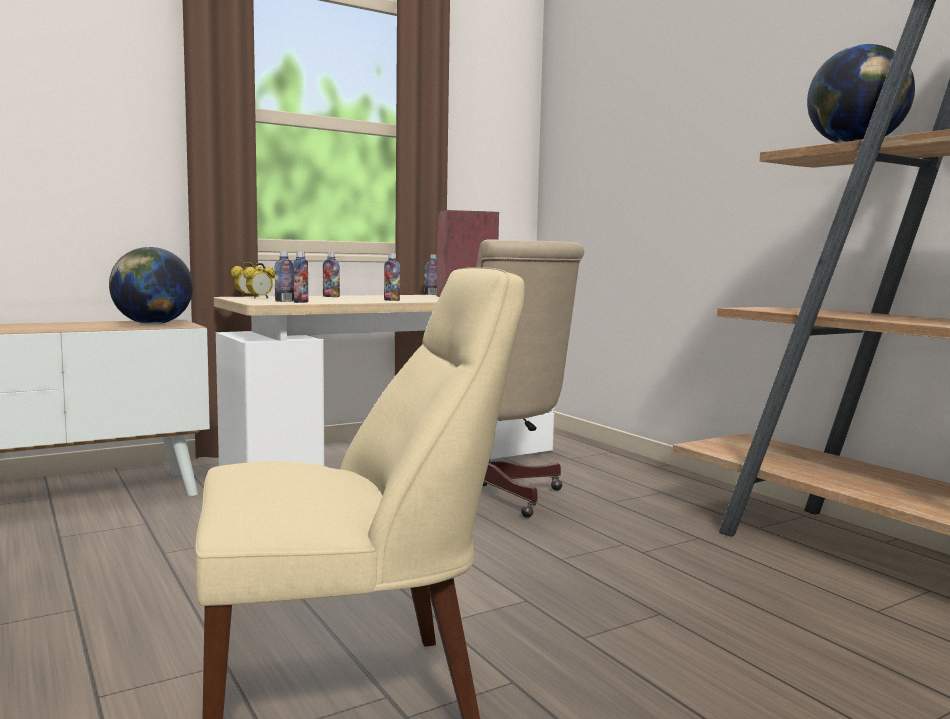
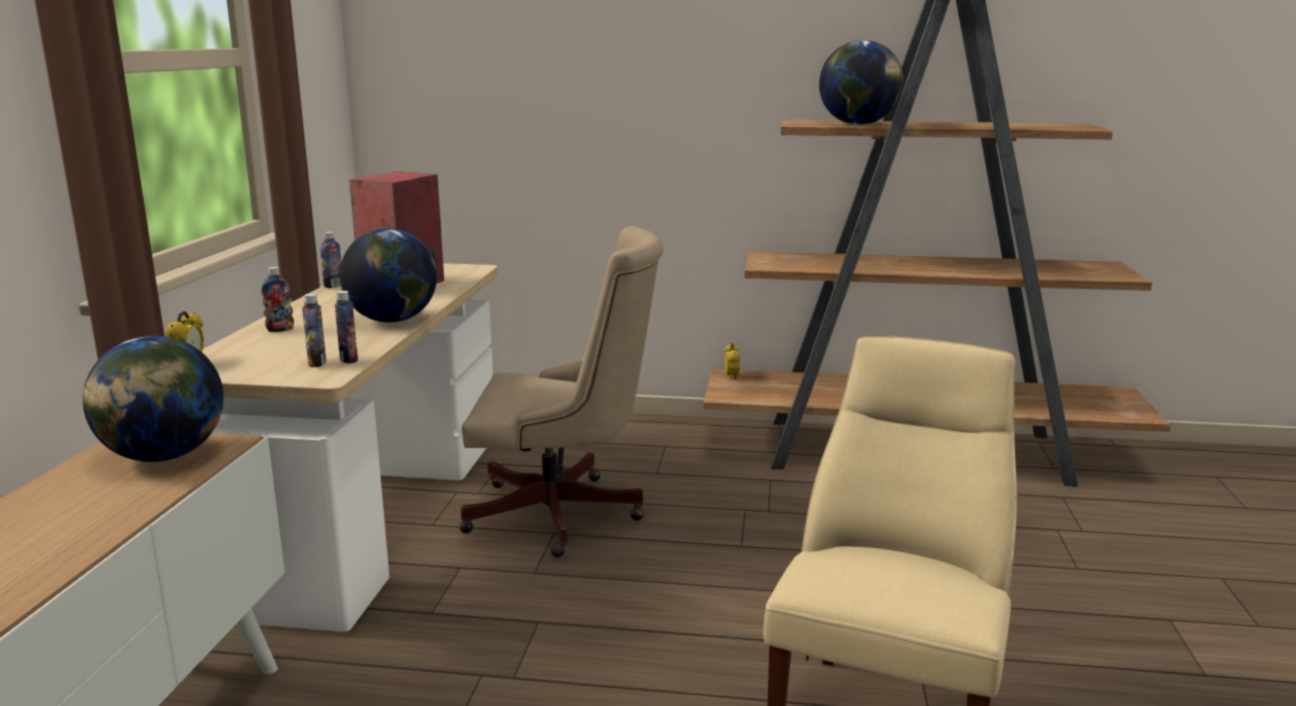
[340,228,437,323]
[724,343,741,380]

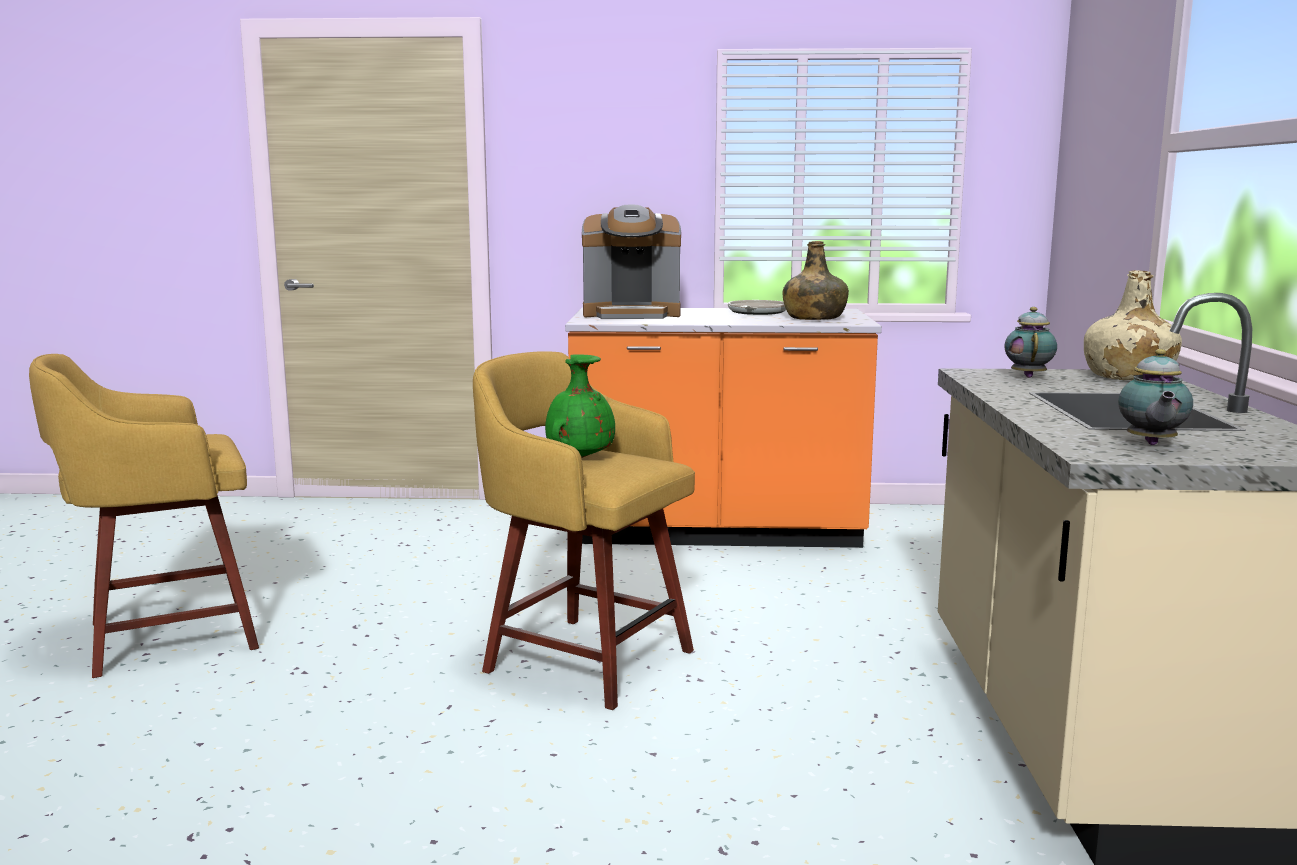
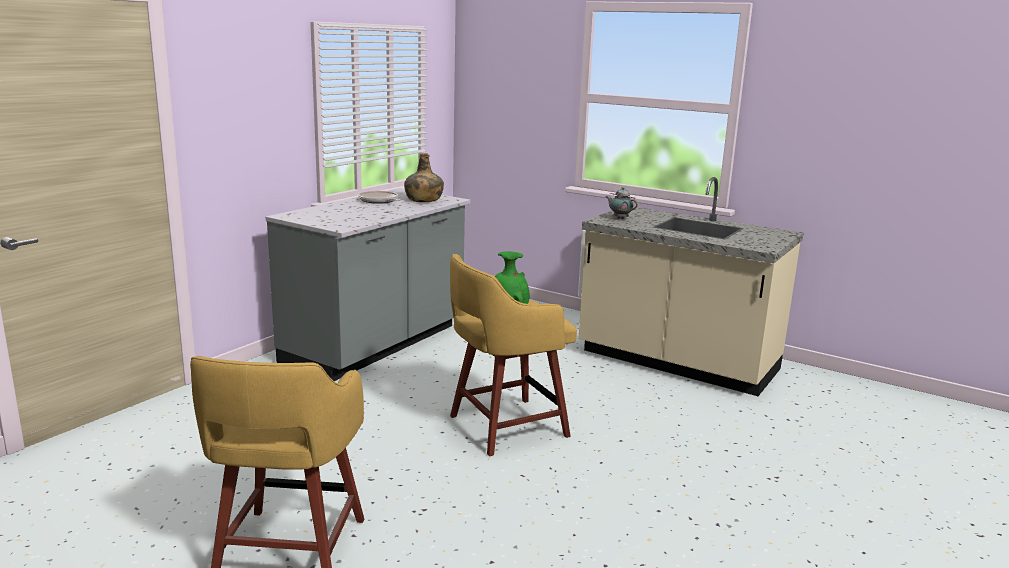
[582,205,681,319] (first image)
[1084,270,1182,380] (first image)
[266,188,471,381]
[1118,349,1193,445] (first image)

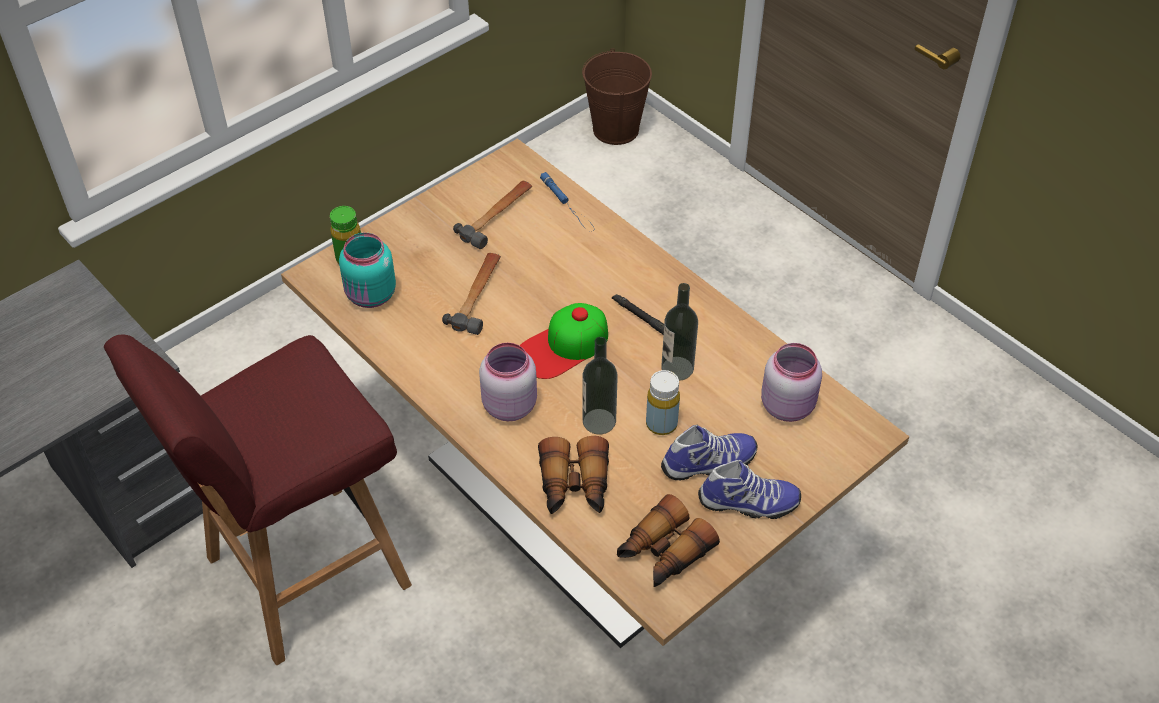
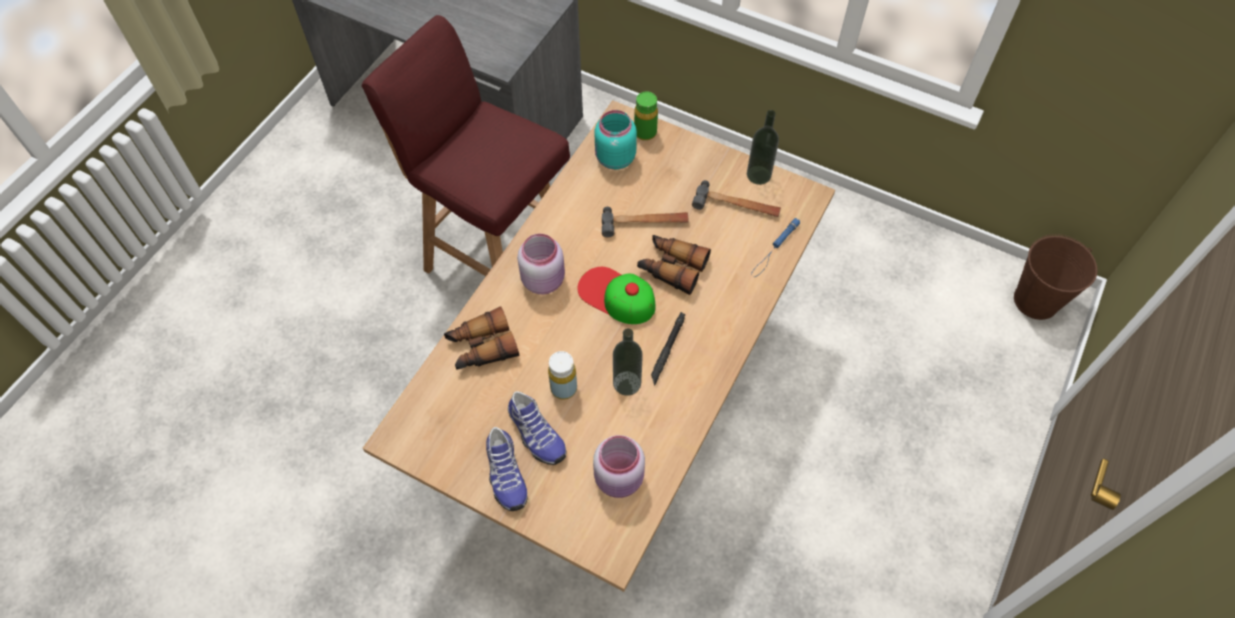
[747,110,779,185]
[637,235,711,295]

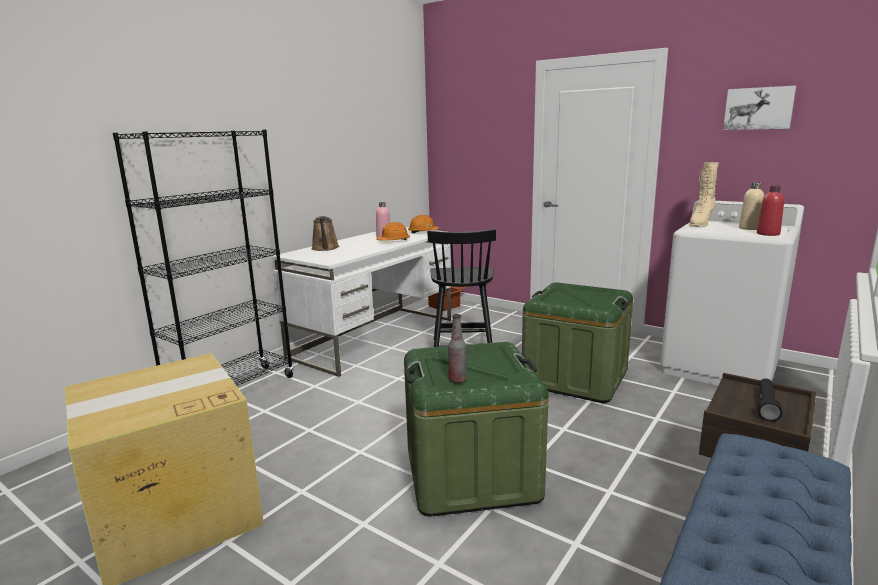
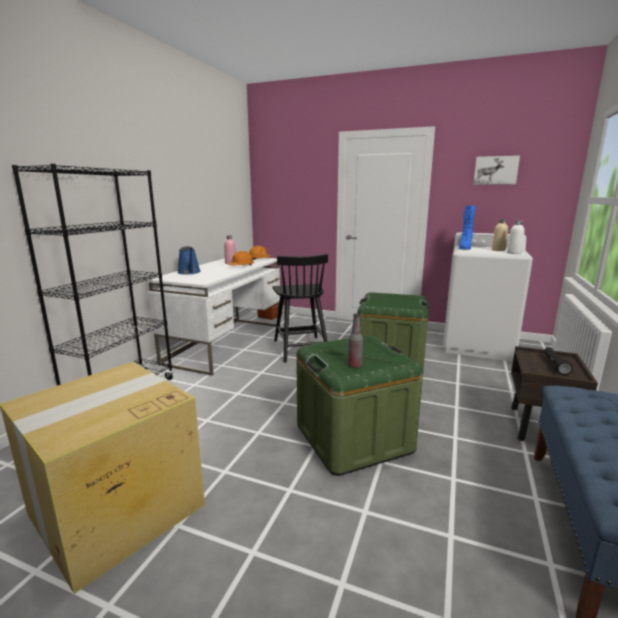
[459,205,476,250]
[507,220,525,254]
[177,246,200,275]

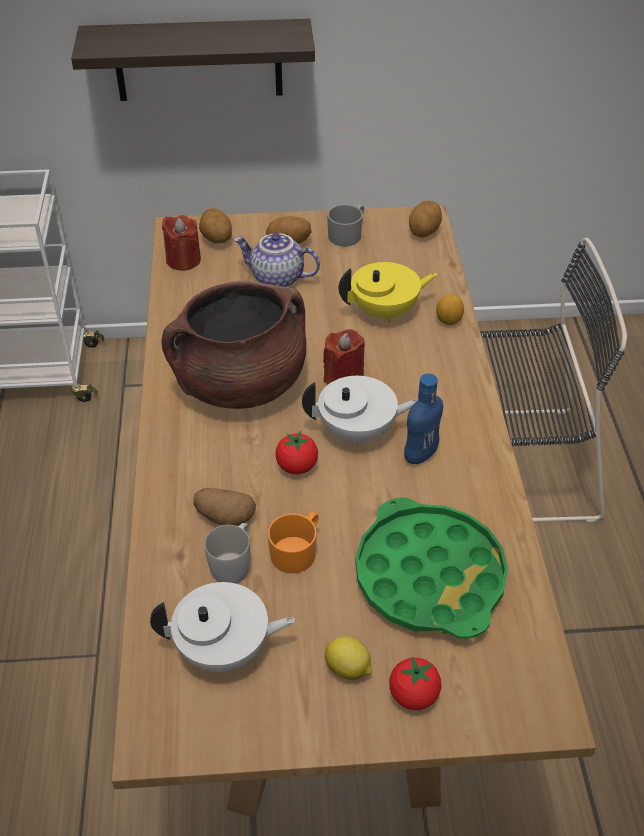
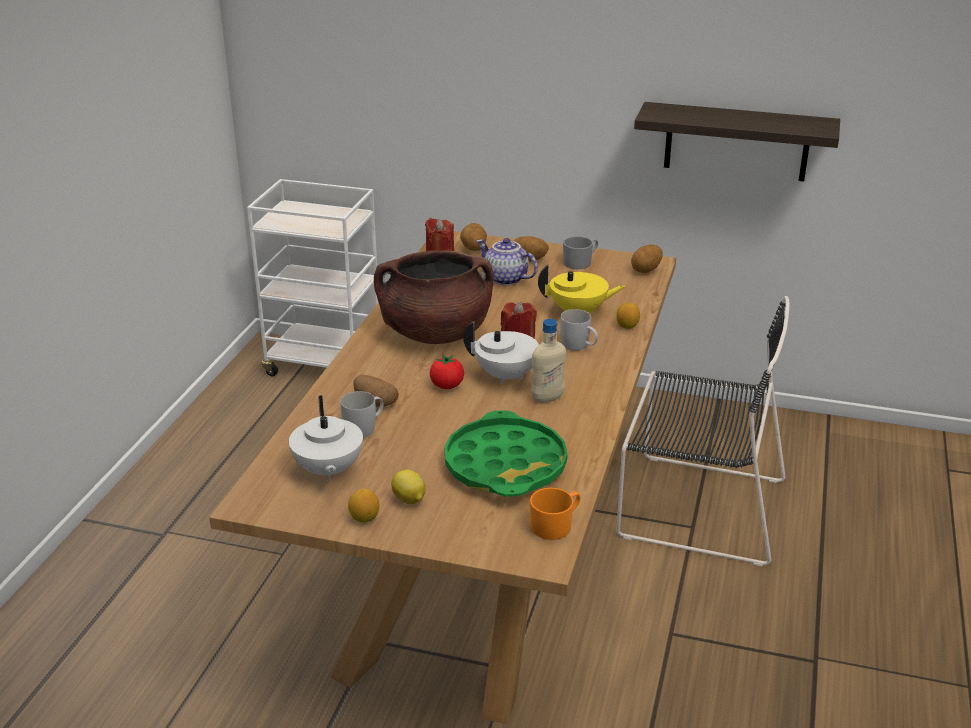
[634,102,840,182]
[531,319,566,403]
[530,488,581,540]
[289,395,363,481]
[389,657,441,710] (first image)
[560,309,598,351]
[348,489,379,523]

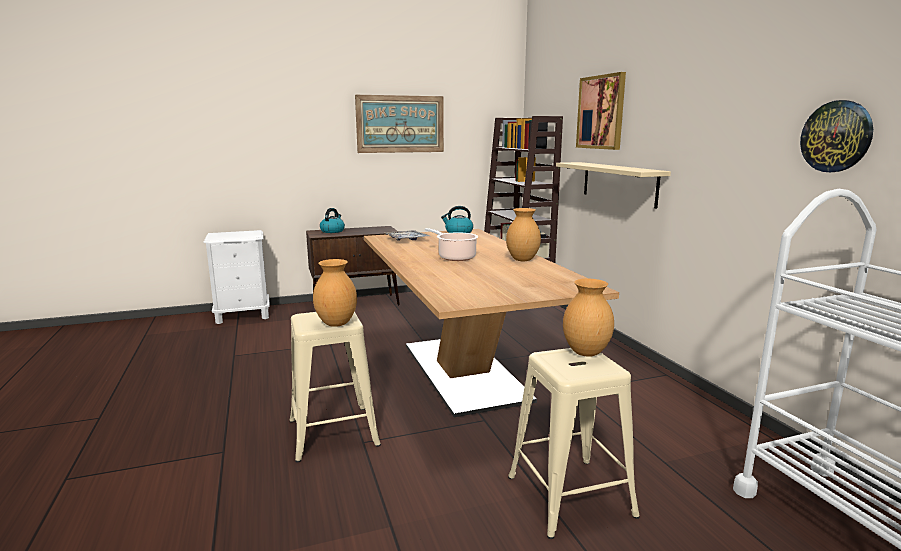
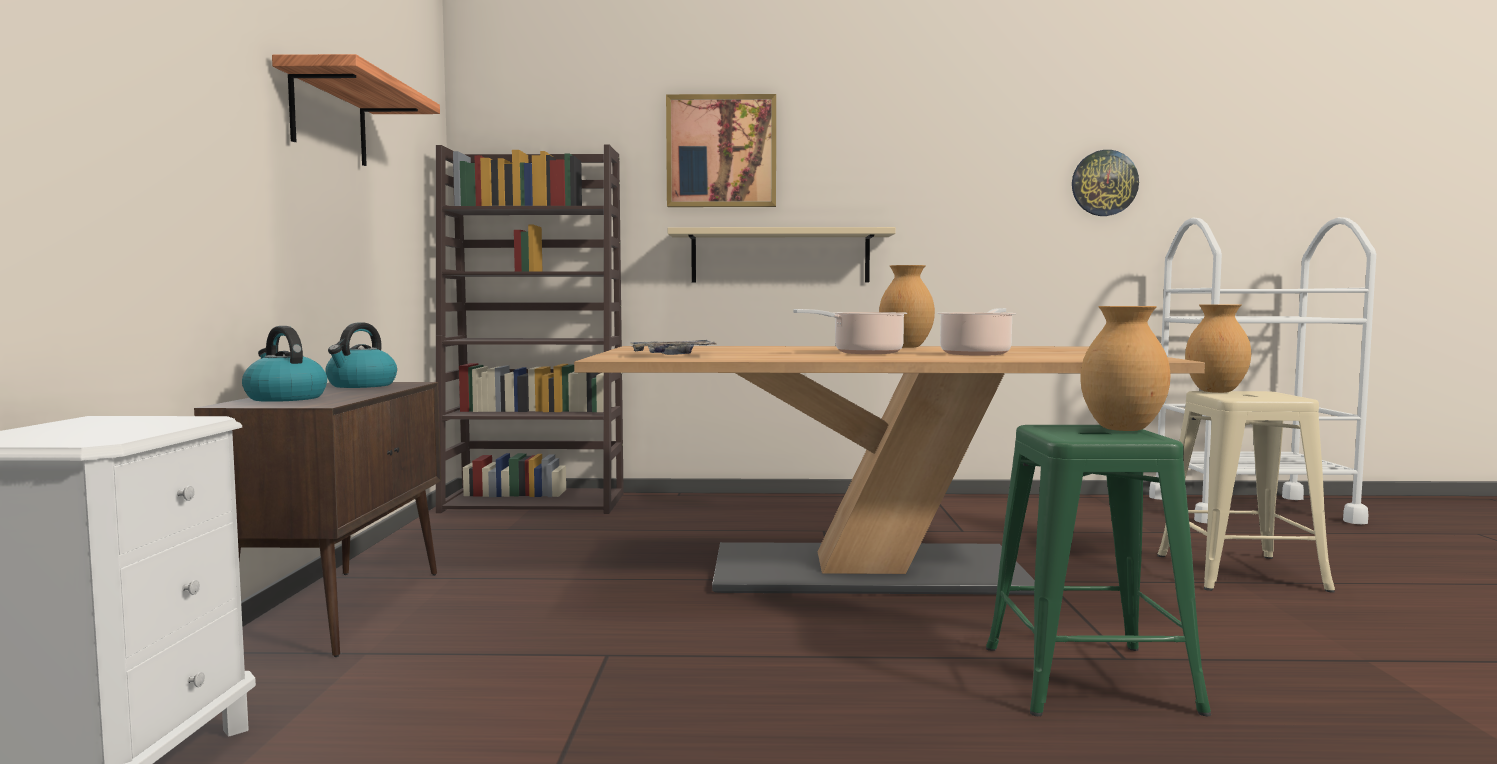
[272,54,440,166]
[325,322,397,388]
[986,425,1211,716]
[937,308,1016,356]

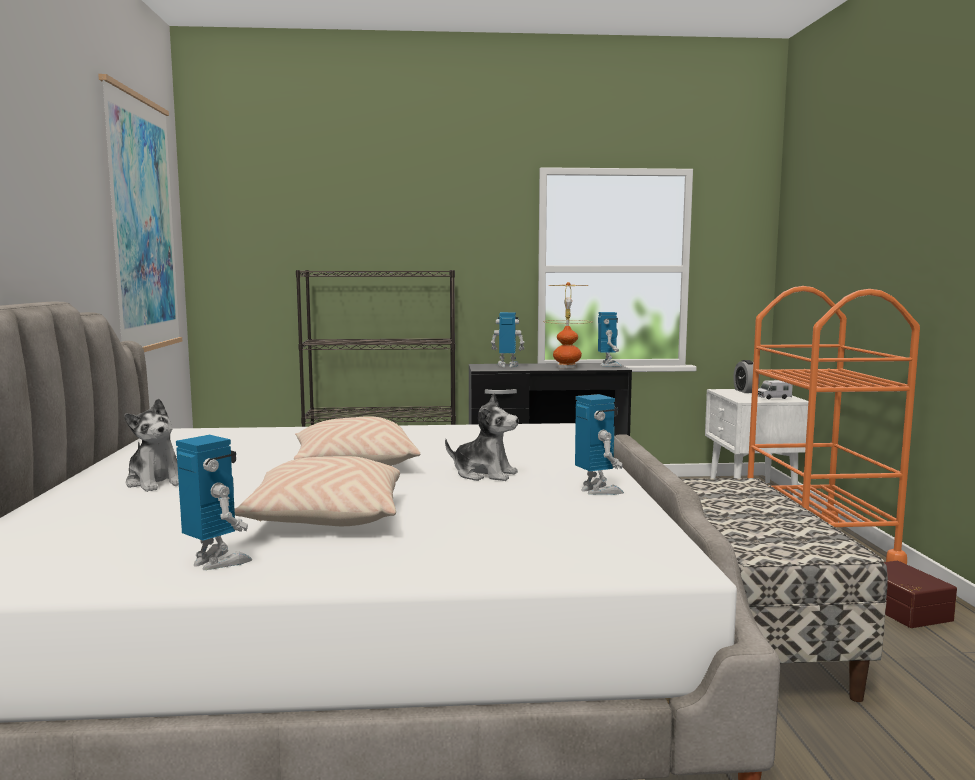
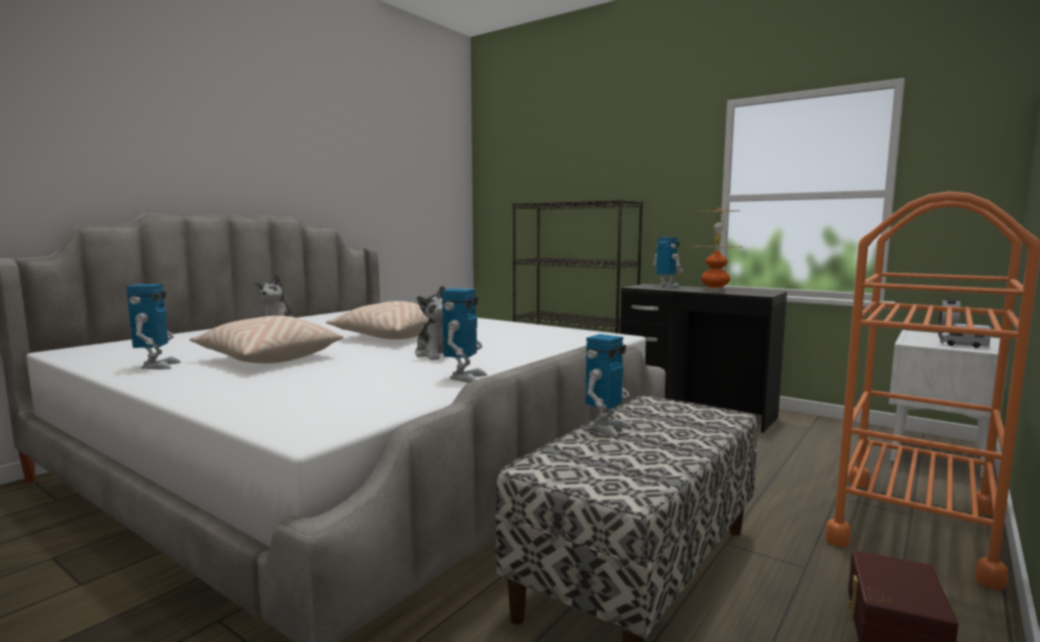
[98,74,182,352] (first image)
[586,334,632,437]

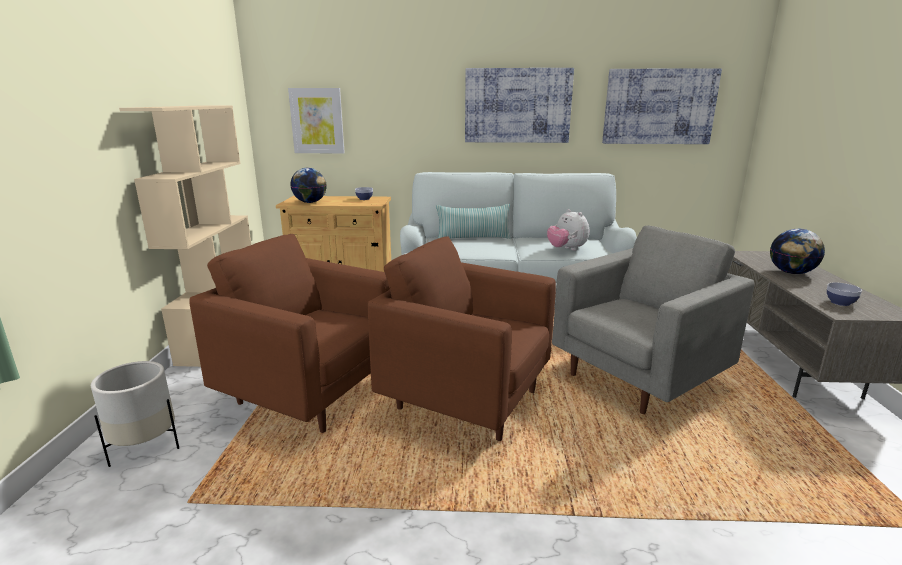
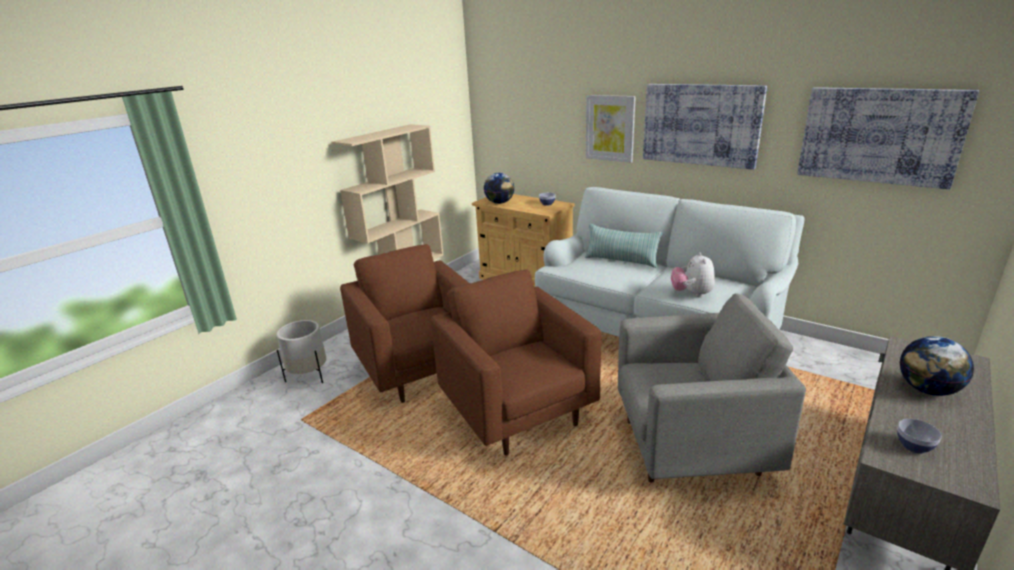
[586,95,636,163]

